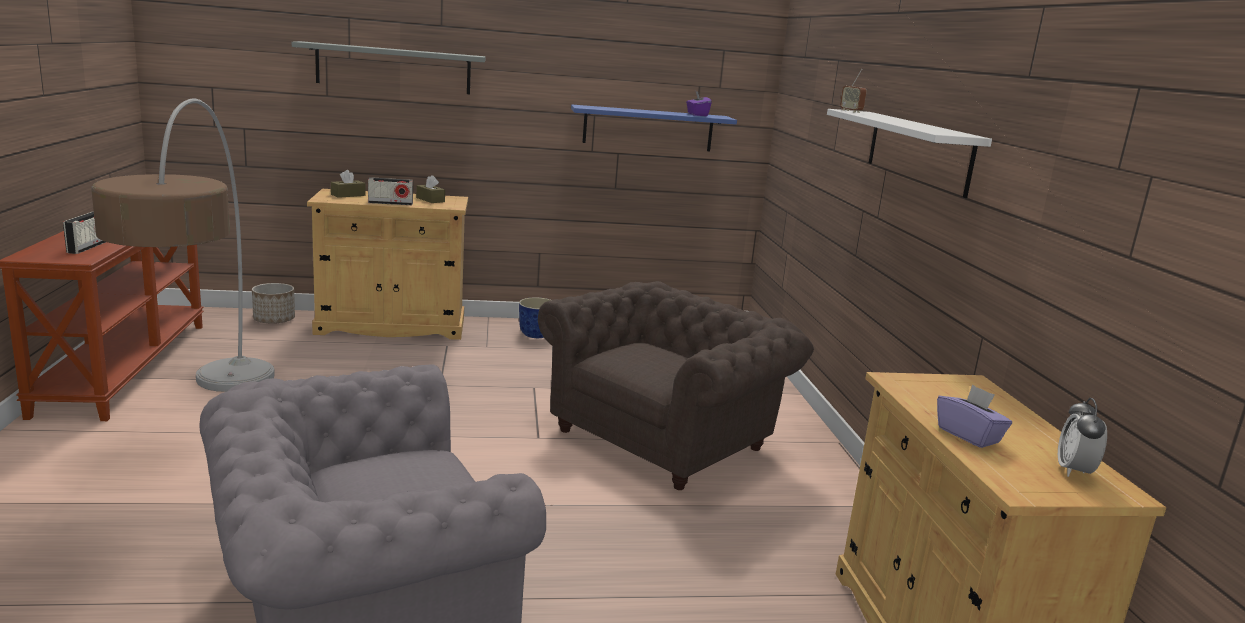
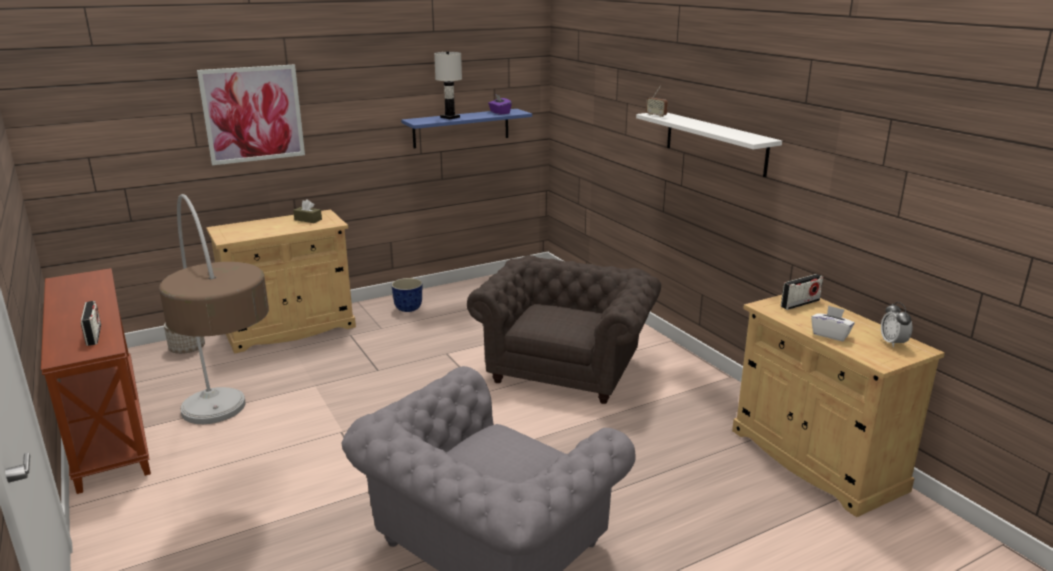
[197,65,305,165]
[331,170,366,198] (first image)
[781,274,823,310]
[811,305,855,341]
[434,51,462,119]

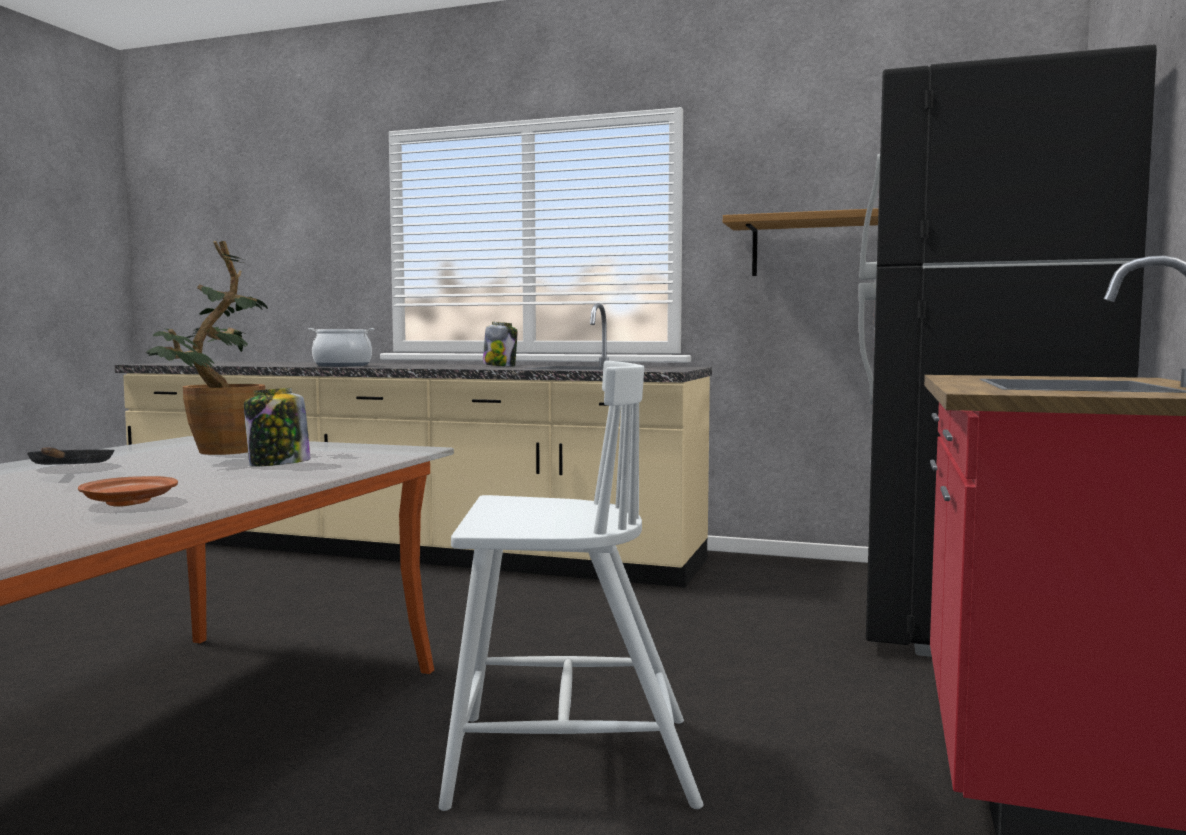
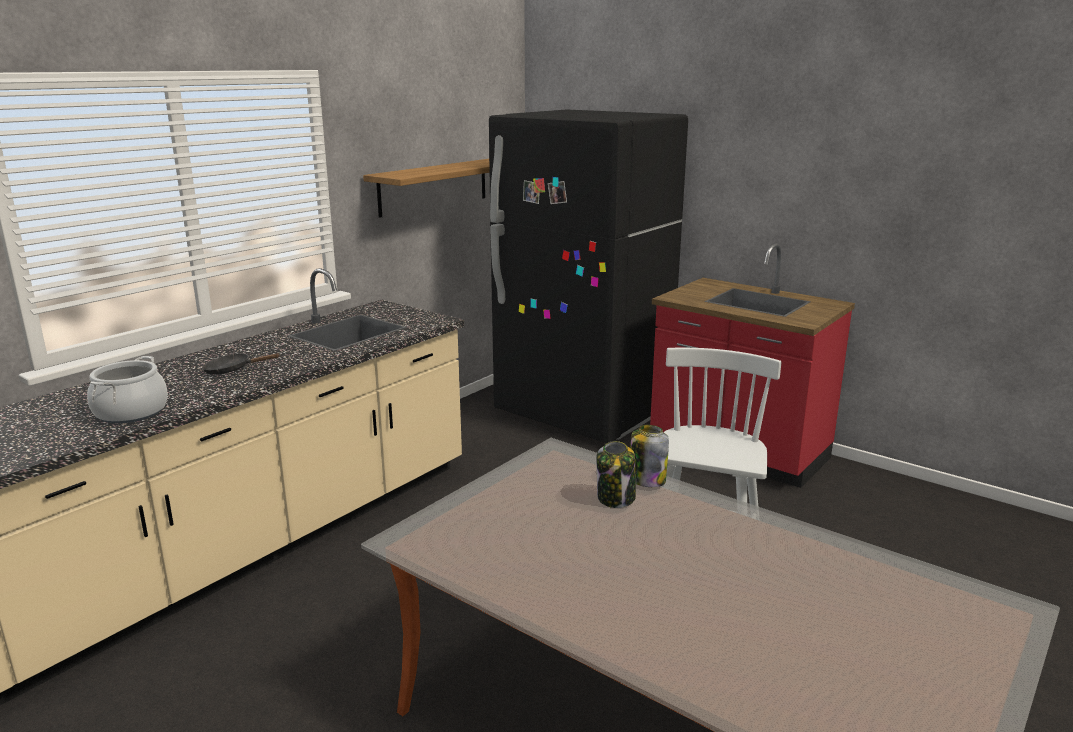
[145,241,268,455] (first image)
[630,425,669,487]
[202,353,280,375]
[78,476,178,507] (first image)

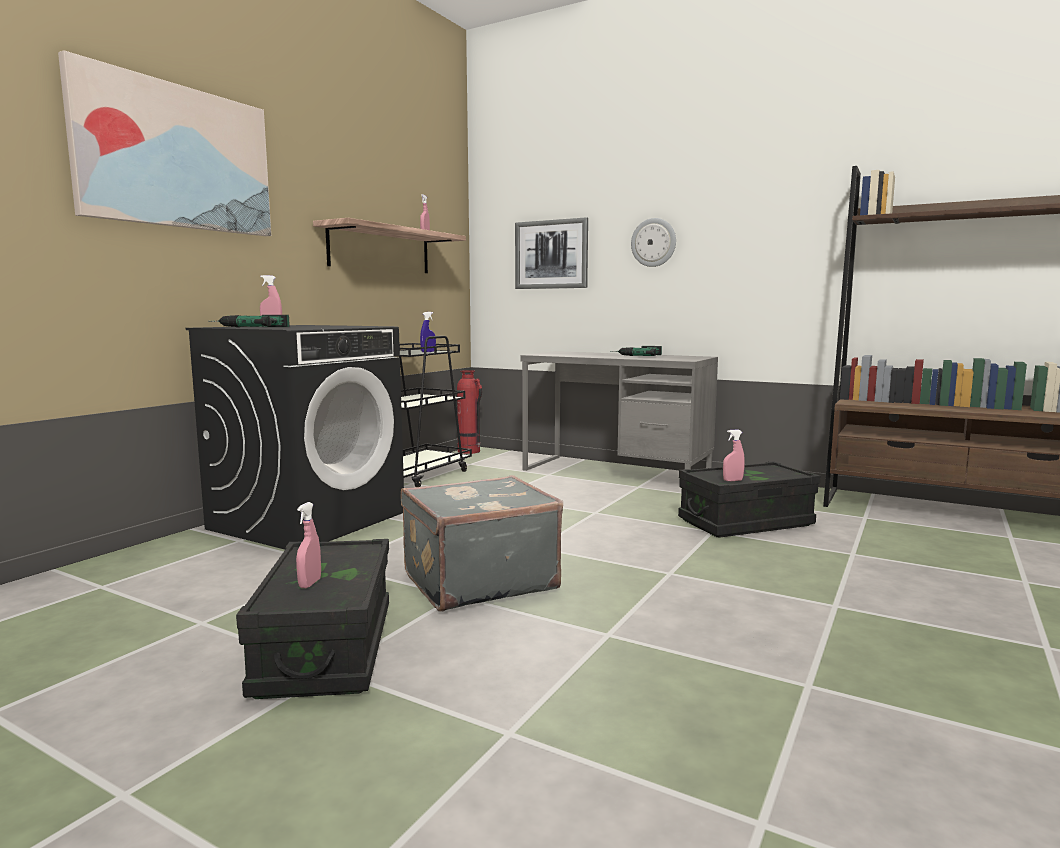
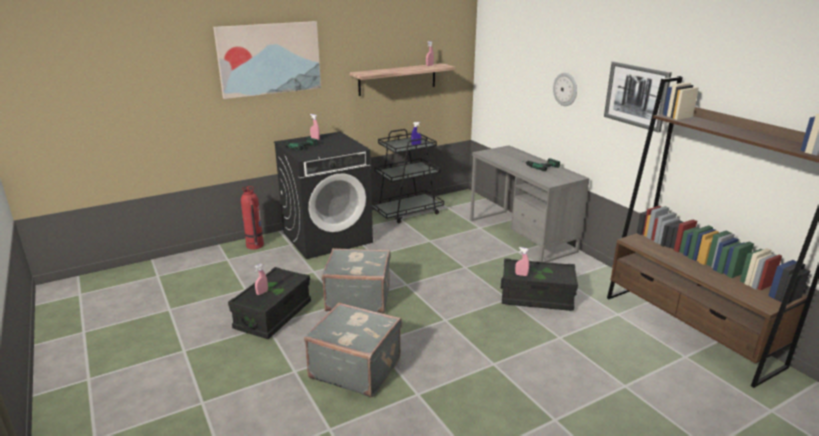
[604,61,672,133]
[241,186,264,249]
[304,302,402,397]

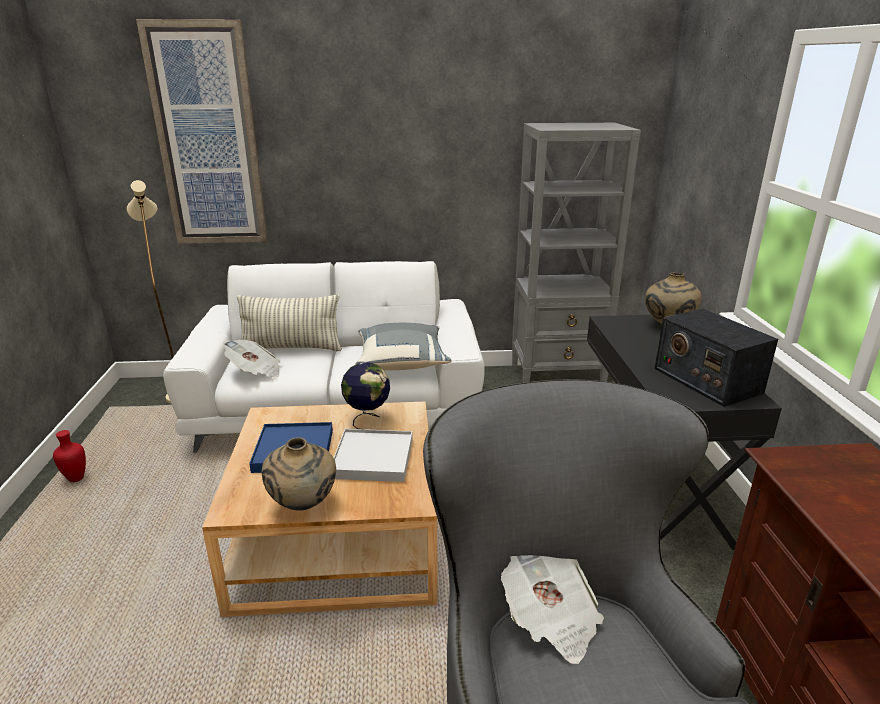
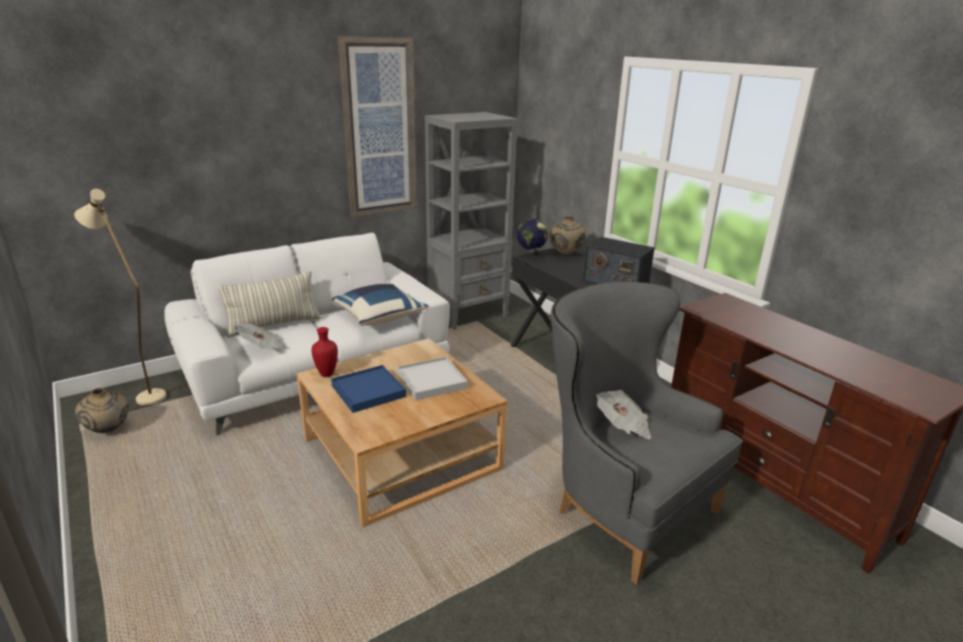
[337,37,417,217]
[332,284,428,326]
[517,219,548,262]
[312,327,338,377]
[75,388,129,433]

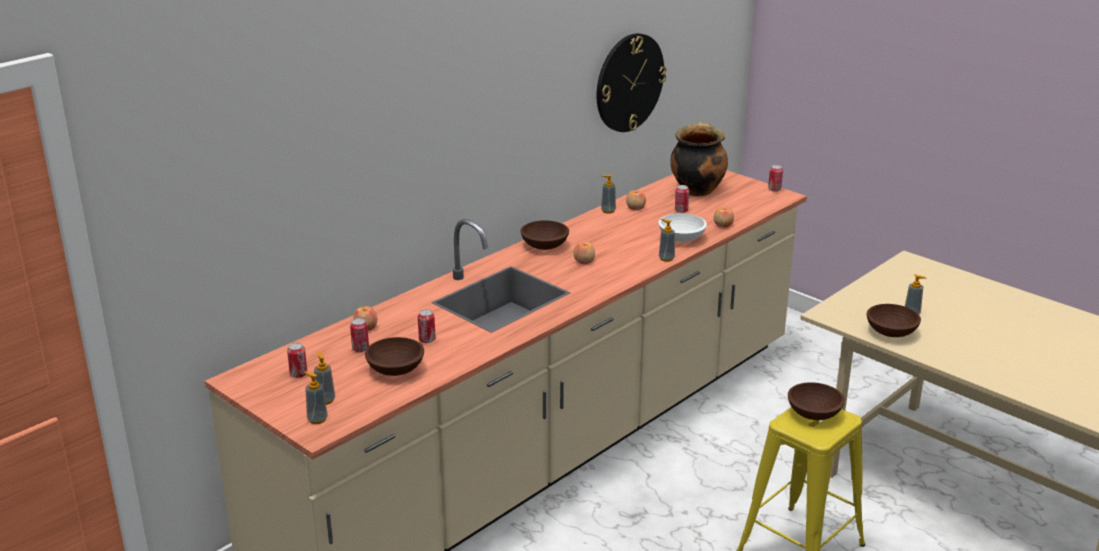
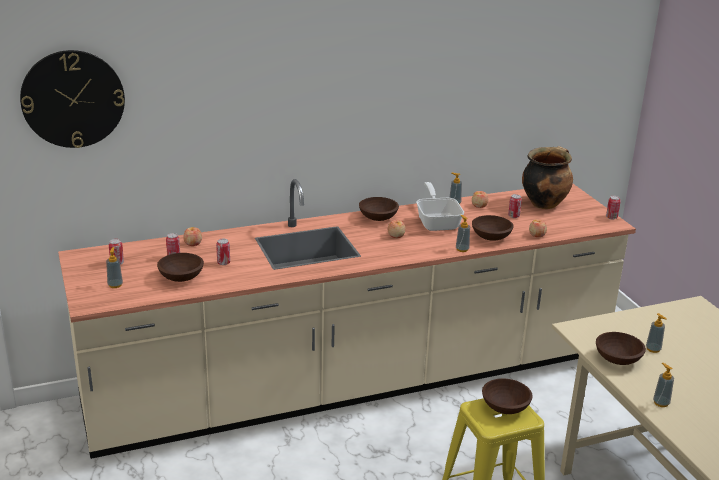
[20,50,125,148]
[472,215,514,241]
[653,363,674,407]
[416,182,464,231]

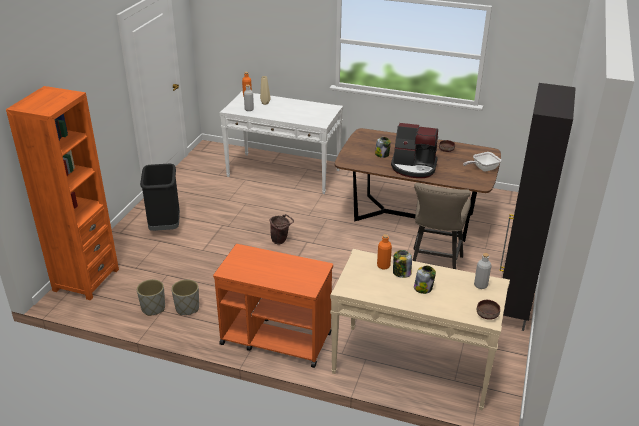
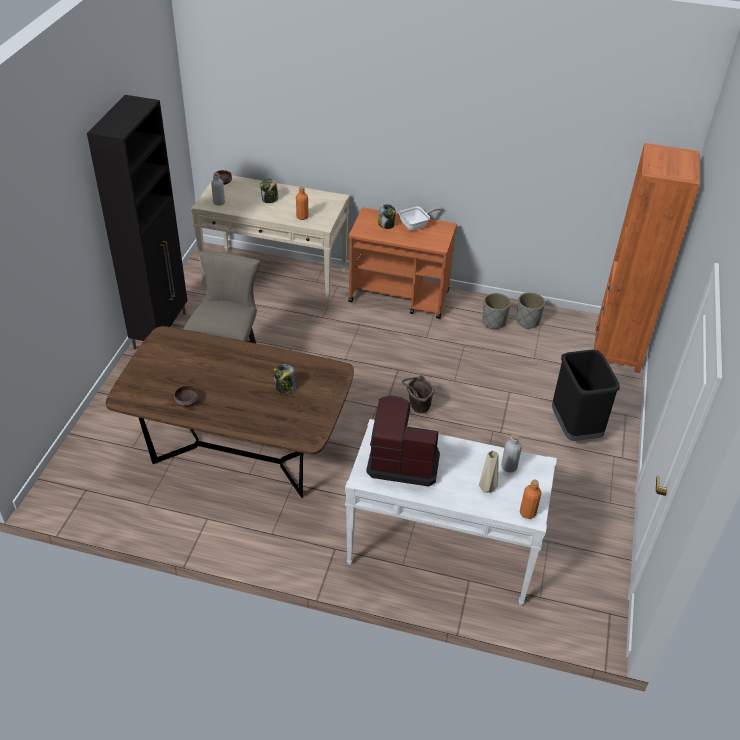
[367,396,440,486]
[399,207,442,231]
[378,204,396,229]

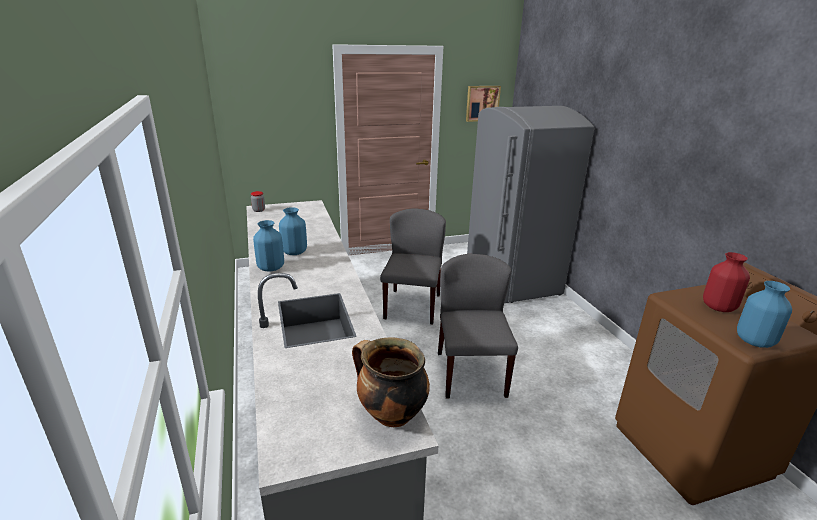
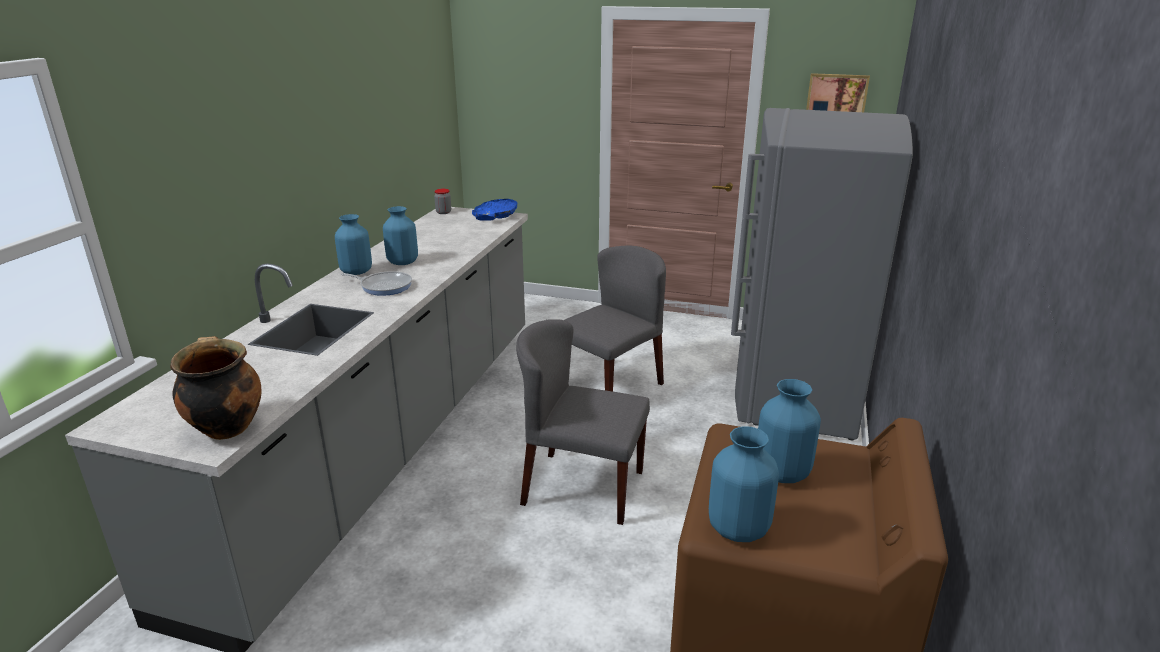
[758,379,821,483]
[516,319,650,525]
[472,199,517,221]
[341,271,412,296]

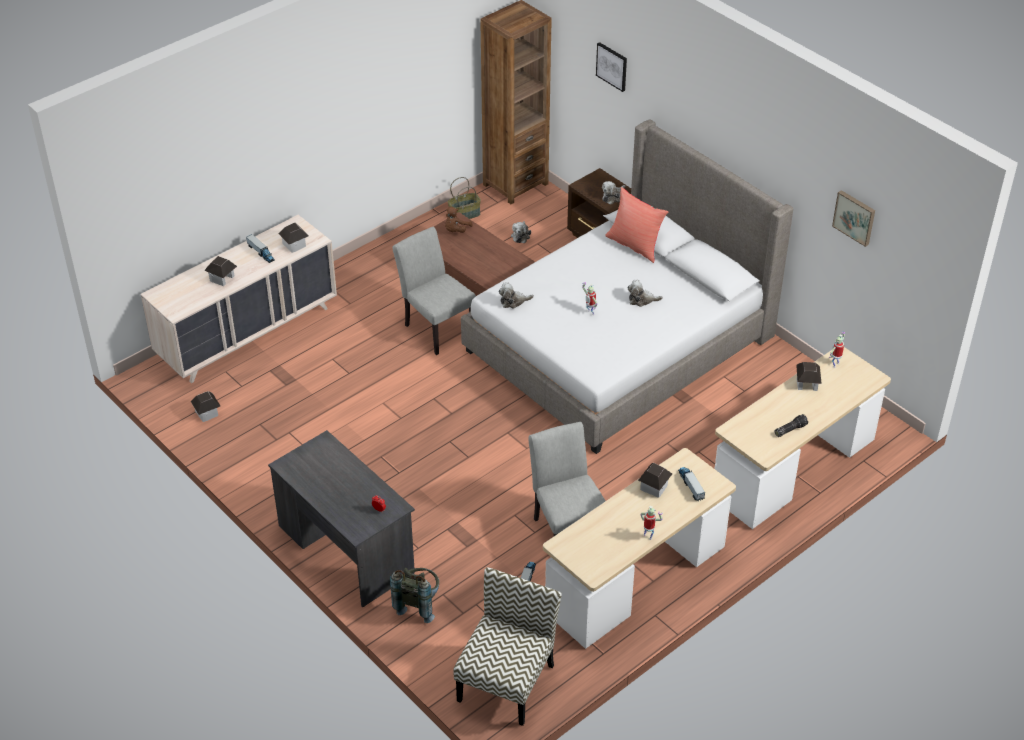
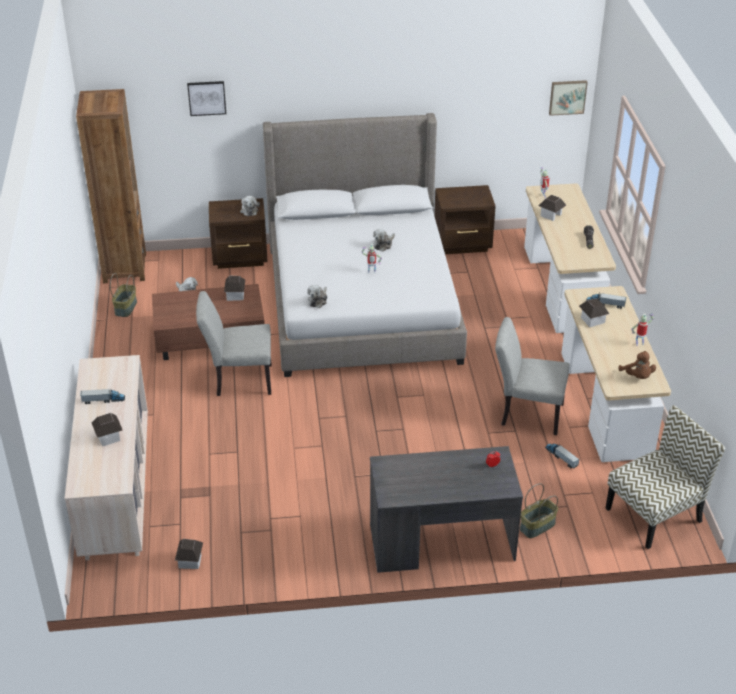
[605,187,668,263] (first image)
[549,80,588,116]
[618,351,656,379]
[224,275,245,301]
[605,405,726,549]
[520,483,558,538]
[434,185,496,254]

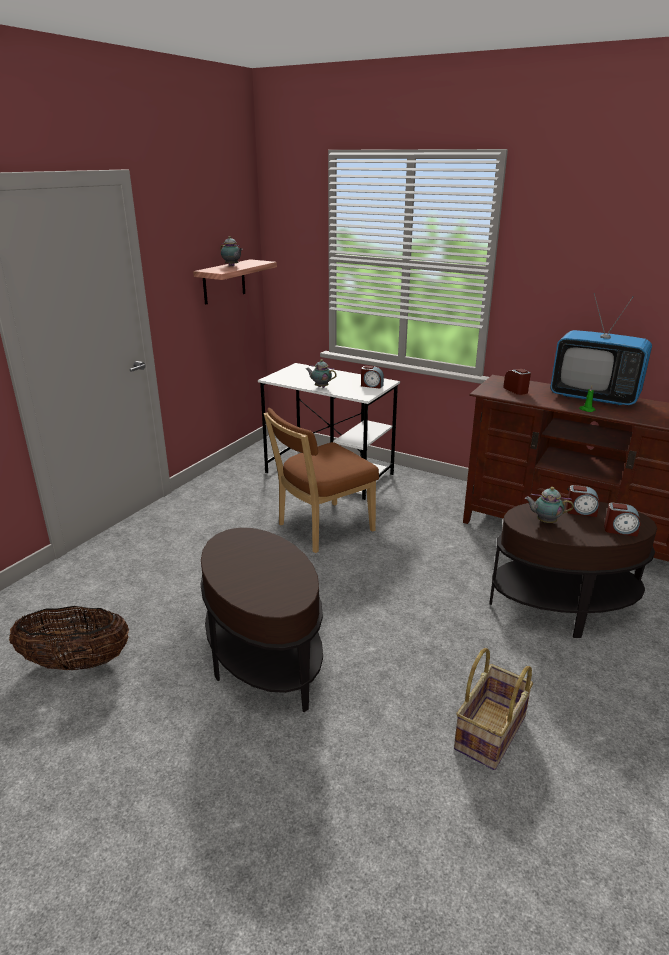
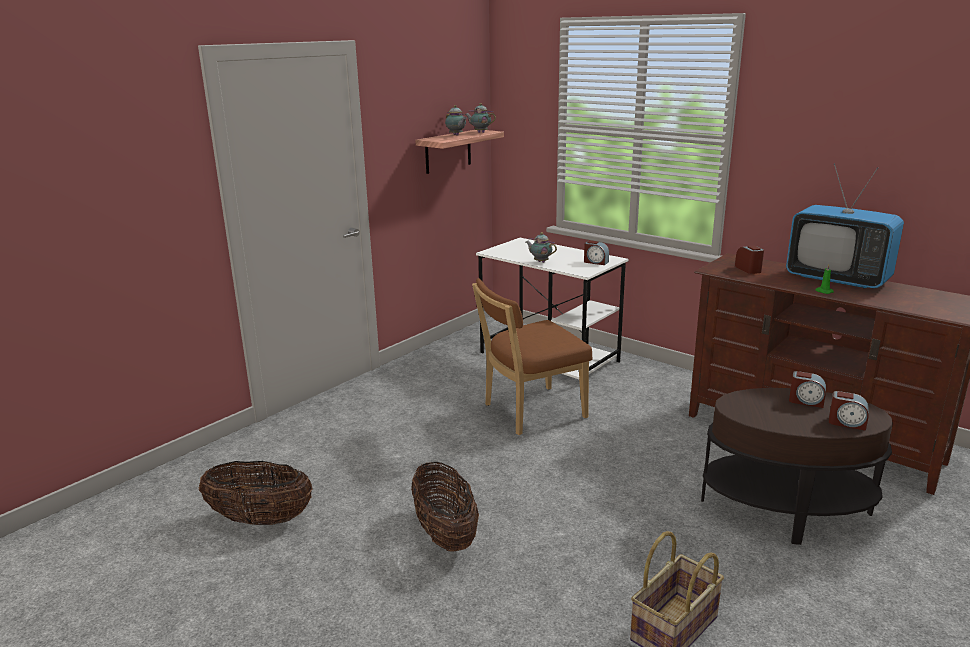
[465,103,496,133]
[411,462,479,552]

